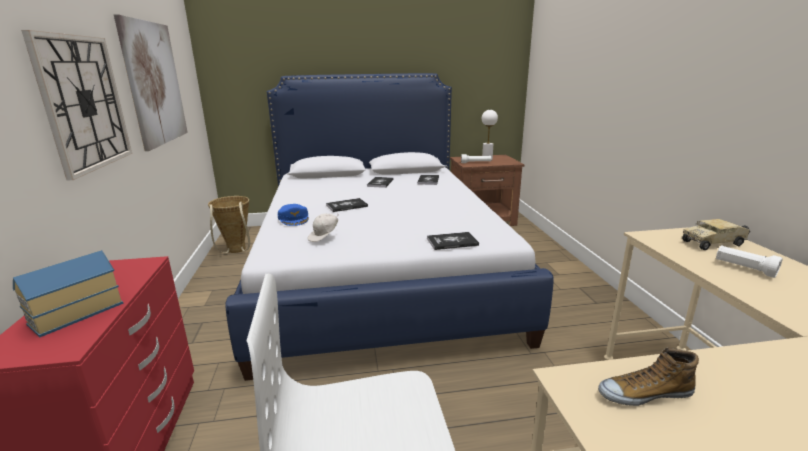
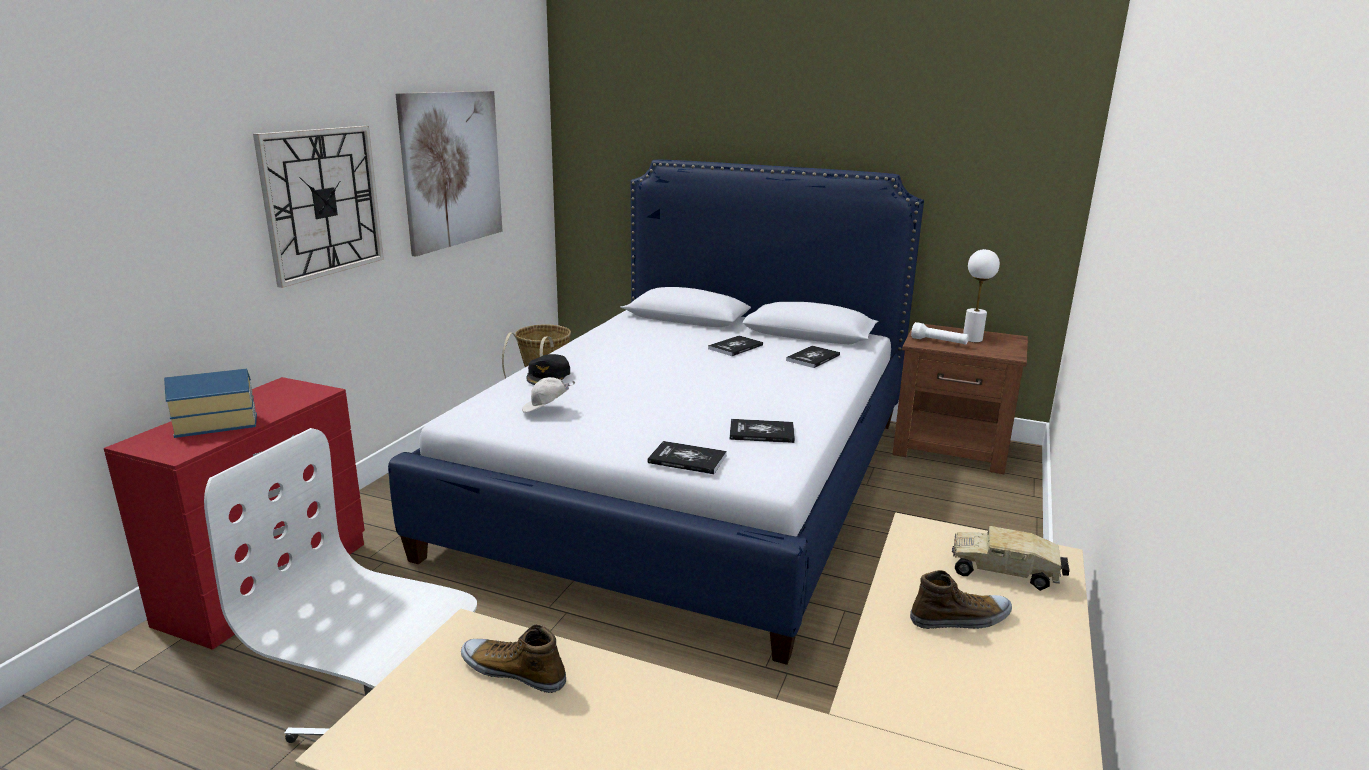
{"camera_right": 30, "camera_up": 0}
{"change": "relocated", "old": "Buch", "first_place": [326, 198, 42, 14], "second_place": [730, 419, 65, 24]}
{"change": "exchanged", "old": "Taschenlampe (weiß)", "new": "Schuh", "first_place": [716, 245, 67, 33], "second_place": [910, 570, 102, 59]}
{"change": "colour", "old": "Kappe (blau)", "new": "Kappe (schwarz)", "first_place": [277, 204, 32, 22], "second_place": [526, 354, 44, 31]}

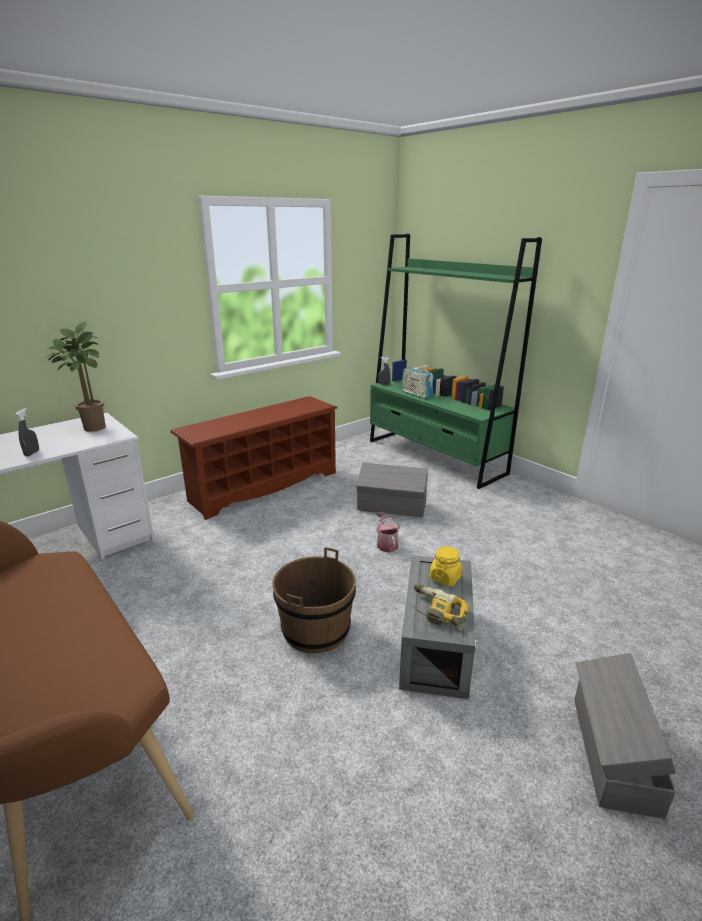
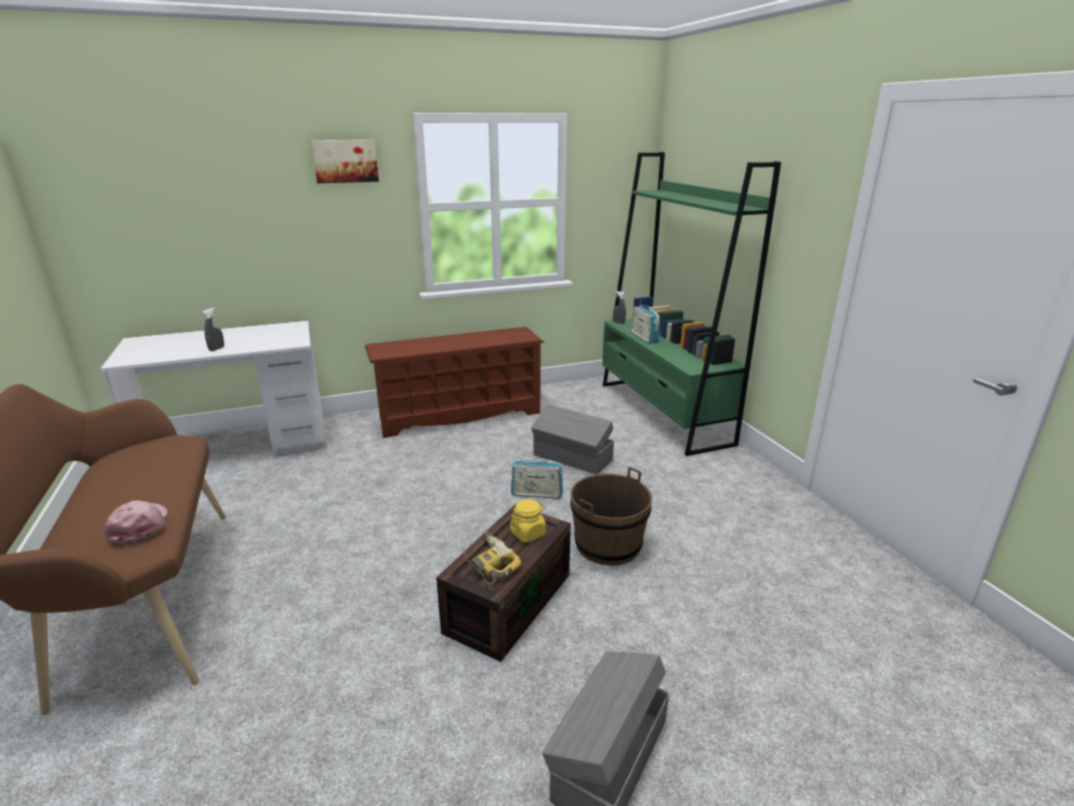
{"camera_right": 20, "camera_up": 0}
{"change": "missing", "old": "Topfpflanze", "first_place": [44, 322, 62, 110]}
{"change": "appeared", "new": "Kappe (rosa)", "second_place": [104, 500, 63, 44]}
{"change": "appeared", "new": "Bild", "second_place": [311, 140, 68, 43]}
{"change": "relocated", "old": "Eimer (braun)", "first_place": [272, 547, 84, 106], "second_place": [570, 467, 82, 99]}
{"change": "exchanged", "old": "Gießkanne", "new": "Radio", "first_place": [376, 512, 24, 40], "second_place": [511, 456, 52, 43]}
{"change": "colour", "old": "Aufbewahrungsbox (grau)", "new": "Aufbewahrungsbox (braun)", "first_place": [399, 555, 76, 144], "second_place": [436, 505, 135, 157]}

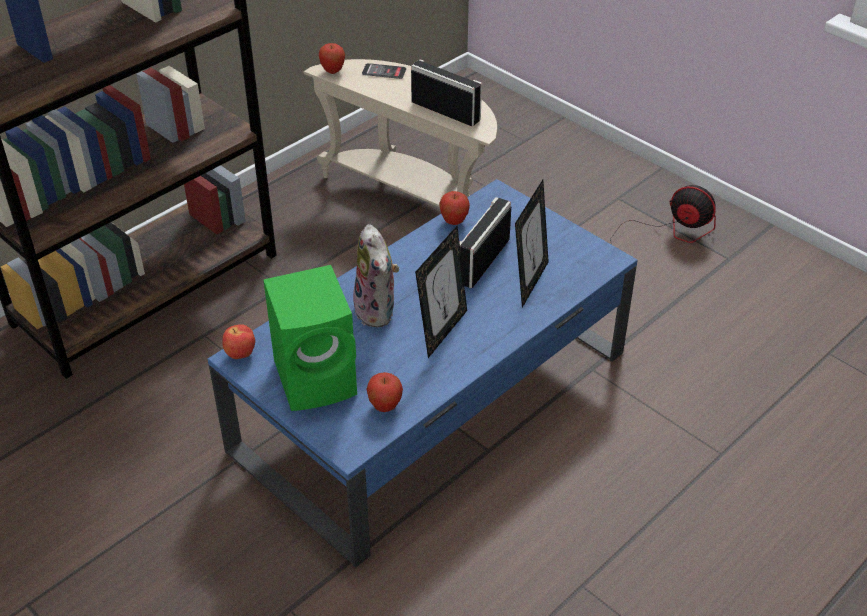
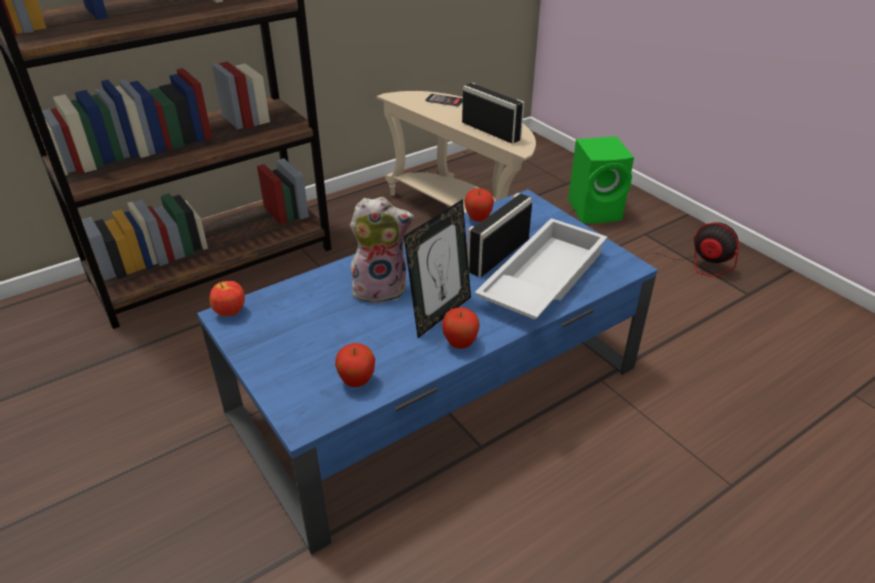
{"camera_right": 10, "camera_up": -5}
{"change": "relocated", "old": "Lautsprecher (grün)", "first_place": [263, 265, 94, 146], "second_place": [568, 136, 66, 87]}
{"change": "relocated", "old": "Apfel", "first_place": [319, 43, 26, 31], "second_place": [442, 307, 38, 42]}
{"change": "exchanged", "old": "Bilderrahmen", "new": "Tablett (weiß)", "first_place": [515, 180, 34, 128], "second_place": [475, 218, 132, 102]}
{"change": "spun", "old": "Plüschtier", "first_place": [353, 224, 46, 104], "second_place": [350, 197, 64, 107], "degrees": -90}

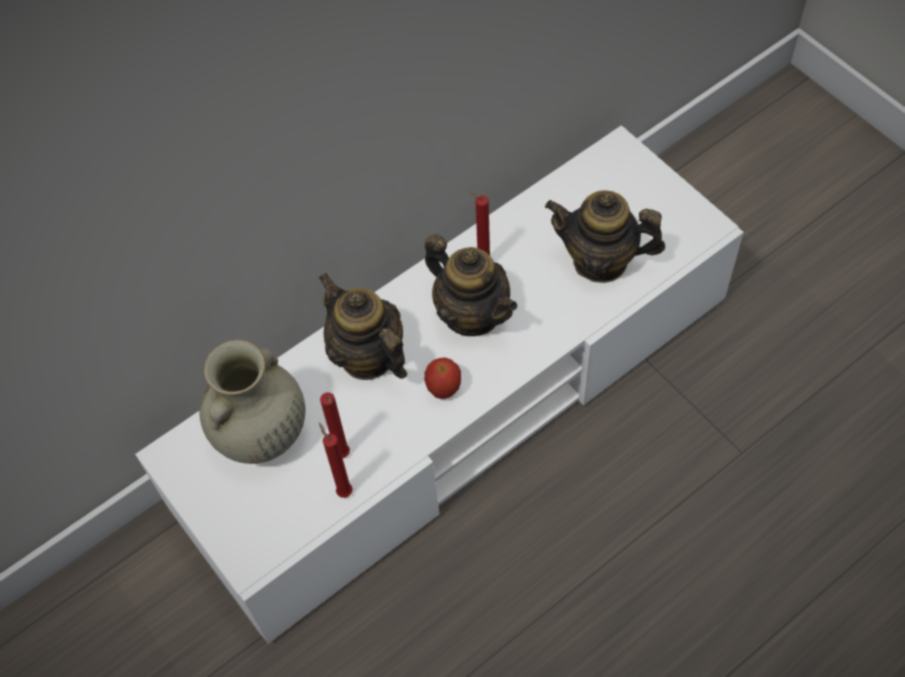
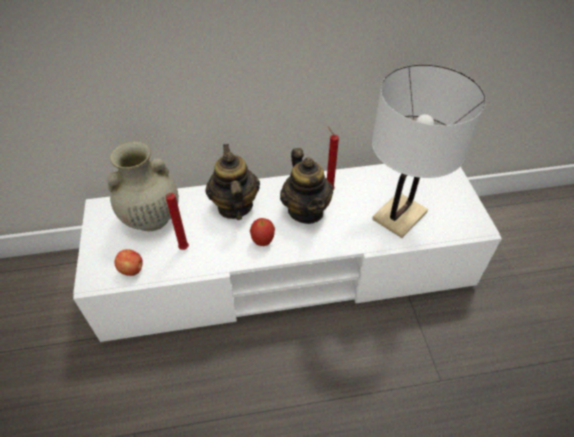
{"camera_right": 25, "camera_up": -10}
{"change": "missing", "old": "Kerze (rot)", "first_place": [319, 423, 34, 75]}
{"change": "appeared", "new": "Apfel", "second_place": [114, 249, 29, 27]}
{"change": "exchanged", "old": "Teekanne", "new": "Tischlampe (weiß)", "first_place": [545, 190, 120, 93], "second_place": [372, 64, 114, 174]}

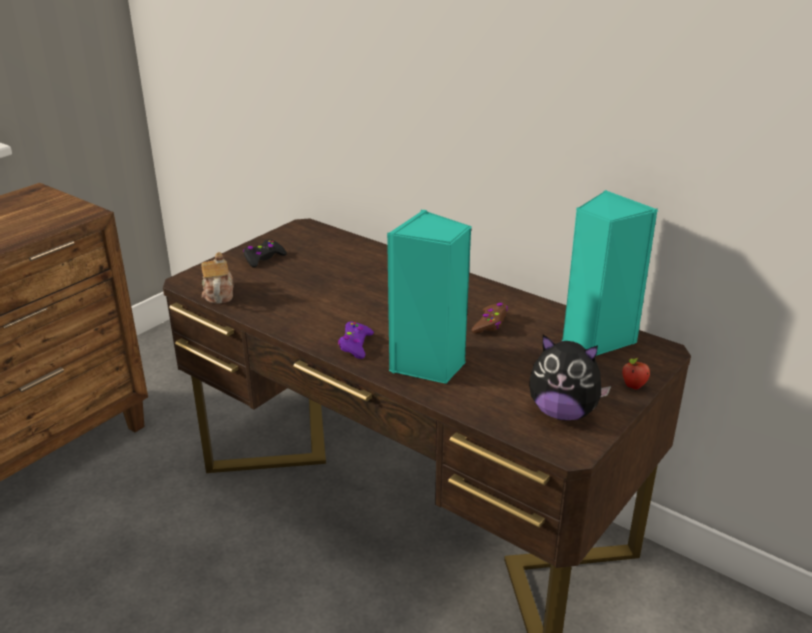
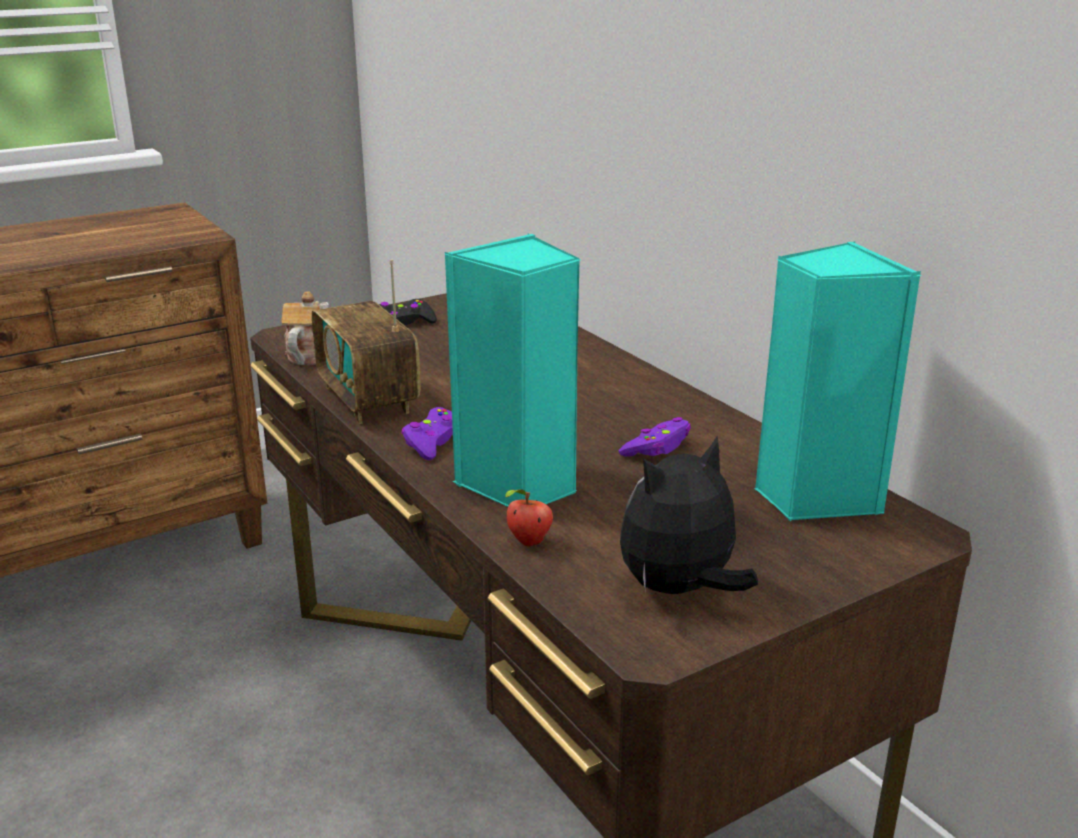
{"camera_right": 20, "camera_up": -5}
{"change": "appeared", "new": "Radio", "second_place": [312, 260, 109, 164]}
{"change": "relocated", "old": "Apfel", "first_place": [622, 358, 28, 32], "second_place": [505, 489, 48, 58]}
{"change": "colour", "old": "Gamepad (braun)", "new": "Gamepad (lila)", "first_place": [472, 303, 36, 30], "second_place": [619, 417, 72, 40]}
{"change": "spun", "old": "Plüschtier", "first_place": [529, 334, 82, 86], "second_place": [620, 435, 138, 159], "degrees": 105}

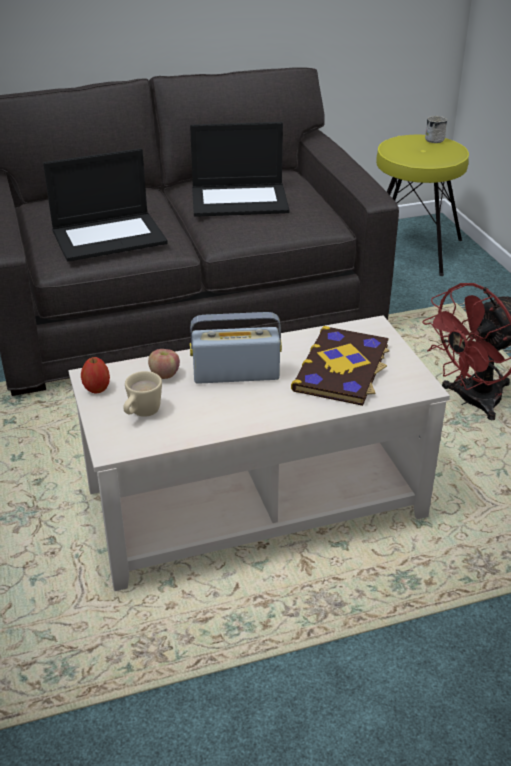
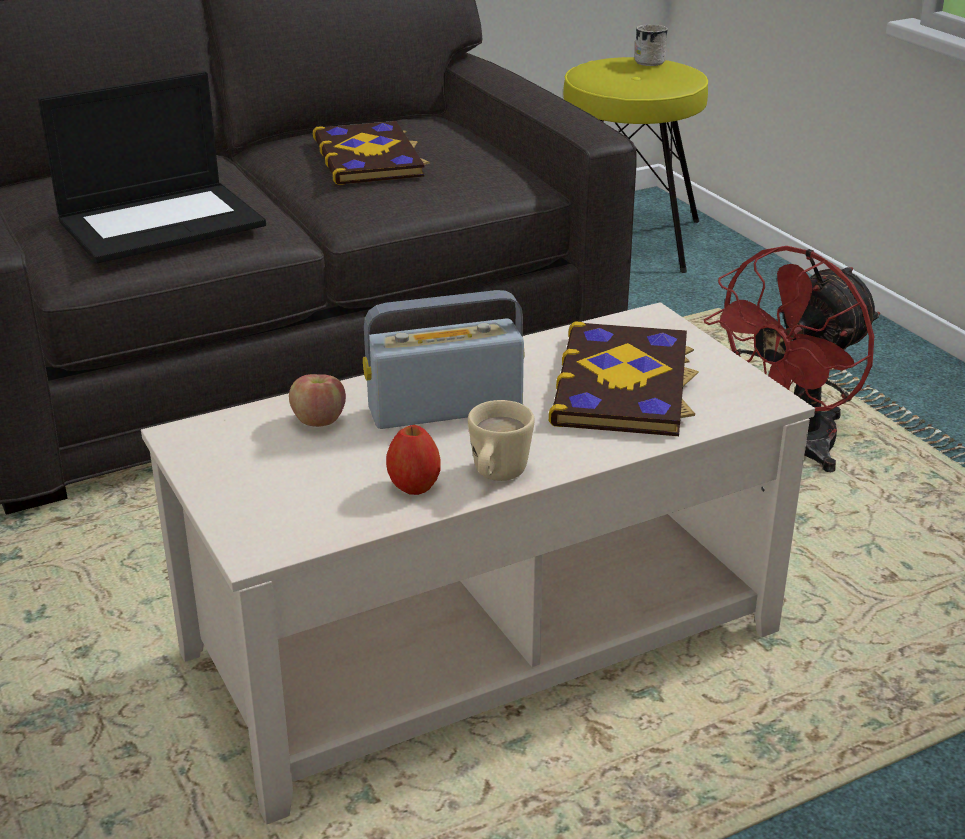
{"camera_right": -10, "camera_up": -5}
{"change": "relocated", "old": "Apfel", "first_place": [81, 357, 29, 37], "second_place": [386, 425, 55, 70]}
{"change": "relocated", "old": "Henkelbecher (beige)", "first_place": [123, 371, 39, 46], "second_place": [468, 400, 67, 81]}
{"change": "exchanged", "old": "Laptop", "new": "Buch", "first_place": [190, 122, 100, 95], "second_place": [313, 121, 117, 64]}

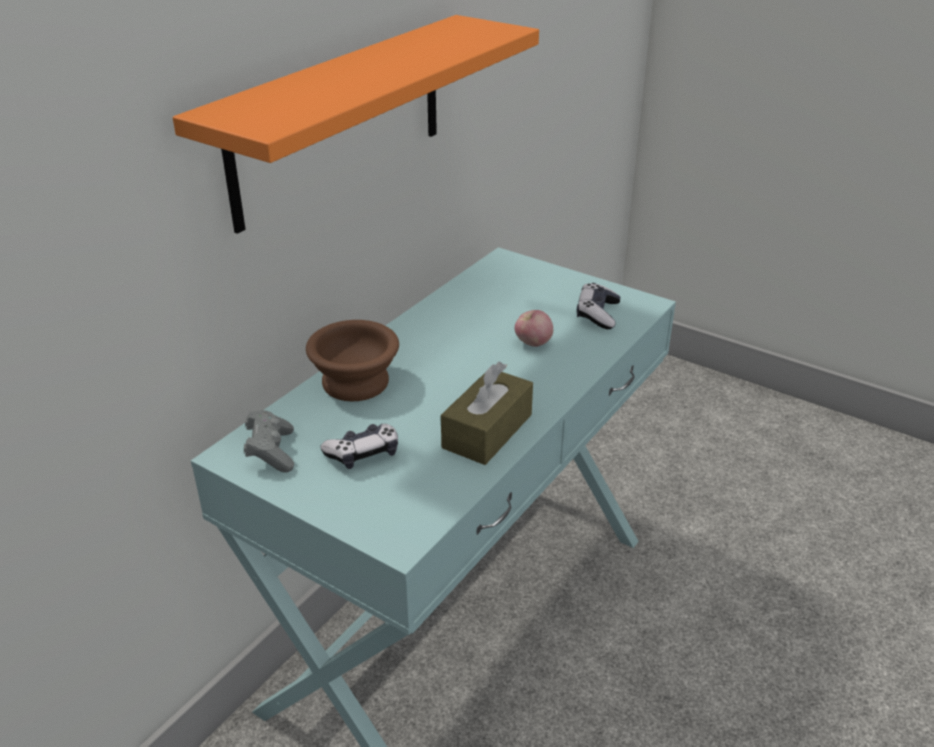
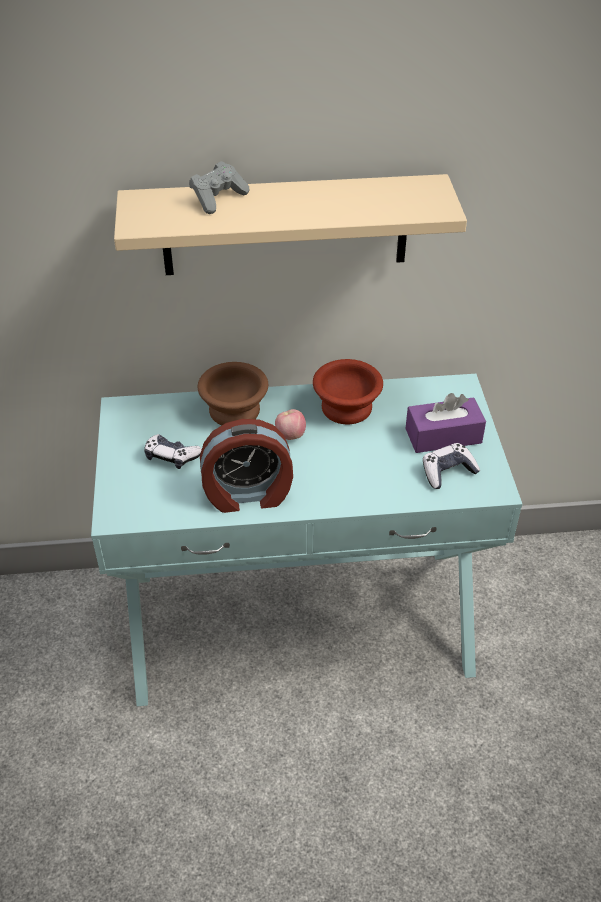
{"camera_right": 50, "camera_up": 10}
{"change": "appeared", "new": "Schüssel (braun)", "second_place": [313, 359, 70, 65]}
{"change": "appeared", "new": "Taschentuchbox (lila)", "second_place": [405, 393, 81, 60]}
{"change": "relocated", "old": "Gamepad (grau)", "first_place": [244, 410, 50, 63], "second_place": [189, 161, 60, 53]}
{"change": "relocated", "old": "Apfel", "first_place": [515, 310, 38, 37], "second_place": [275, 409, 31, 31]}
{"change": "exchanged", "old": "Taschentuchbox (braun)", "new": "Wecker", "first_place": [441, 361, 92, 104], "second_place": [200, 419, 93, 94]}
{"change": "colour", "old": "Wandregal (orange)", "new": "Wandregal (beige)", "first_place": [173, 15, 366, 219], "second_place": [114, 174, 353, 101]}

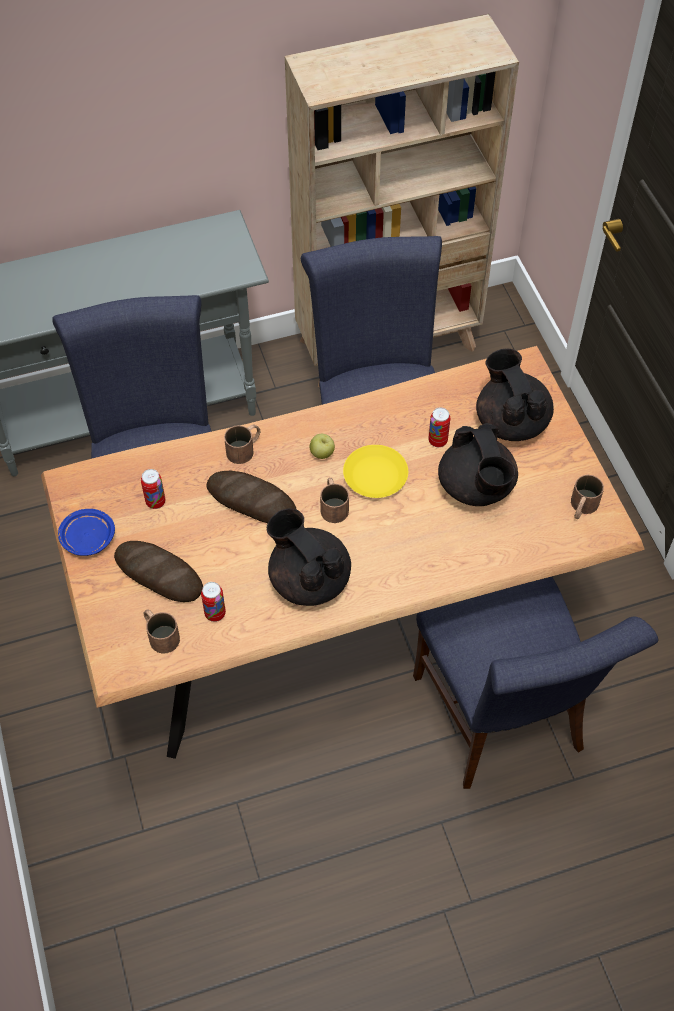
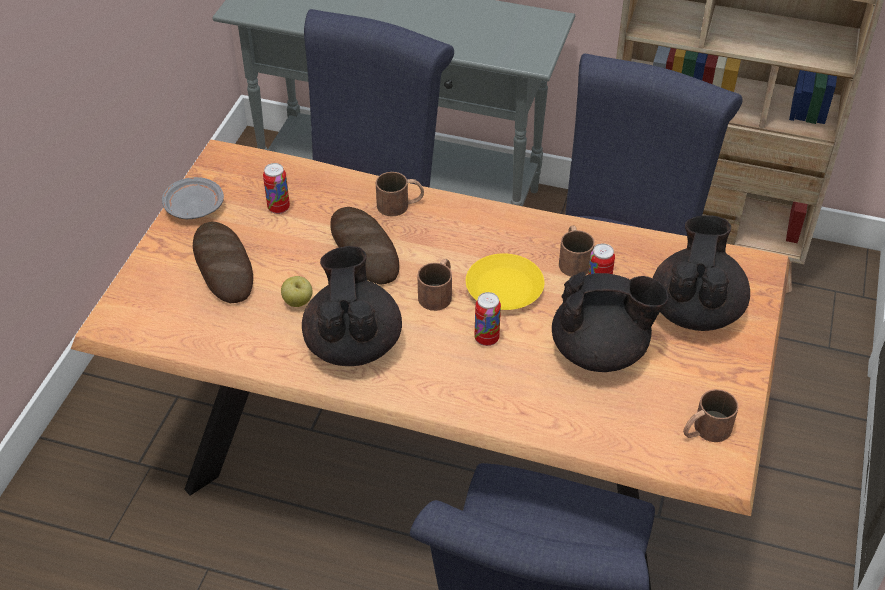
{"camera_right": 35, "camera_up": -10}
{"change": "relocated", "old": "Henkelbecher (braun)", "first_place": [144, 610, 36, 44], "second_place": [559, 225, 36, 52]}
{"change": "relocated", "old": "Dose", "first_place": [201, 582, 25, 40], "second_place": [474, 292, 27, 54]}
{"change": "relocated", "old": "Apfel", "first_place": [310, 434, 25, 25], "second_place": [281, 276, 32, 31]}
{"change": "colour", "old": "Teller (blau)", "new": "Teller (grau)", "first_place": [58, 509, 57, 47], "second_place": [162, 177, 62, 42]}
{"change": "spun", "old": "Teekanne (schwarz)", "first_place": [438, 423, 80, 83], "second_place": [552, 272, 116, 100], "degrees": -105}

